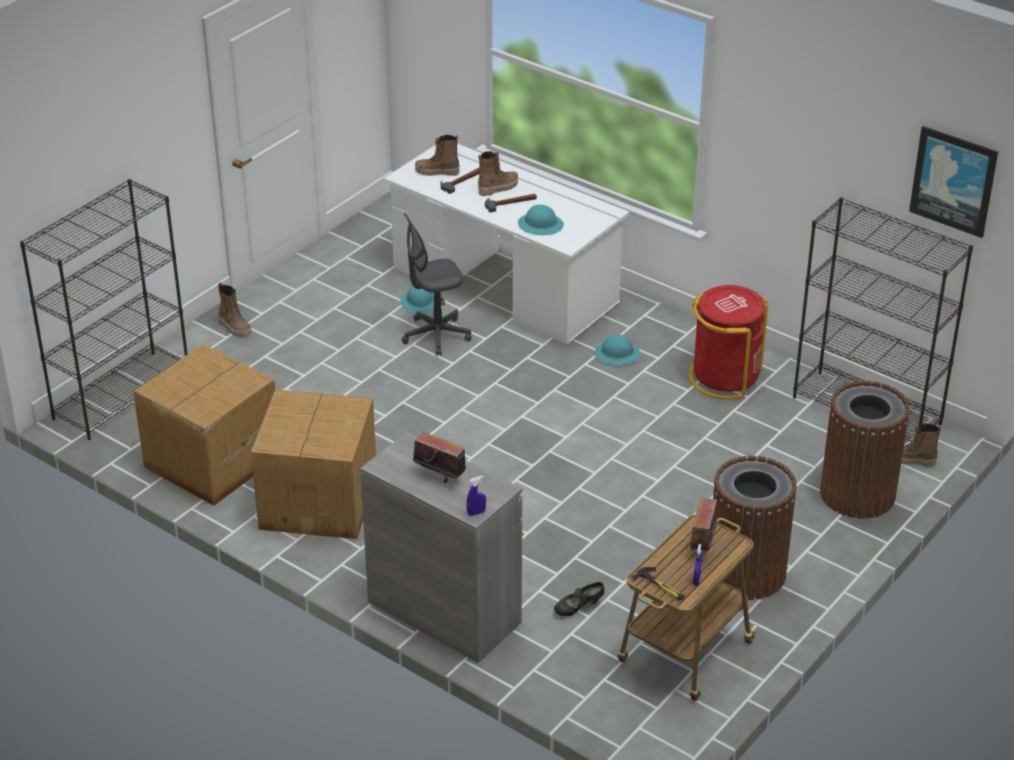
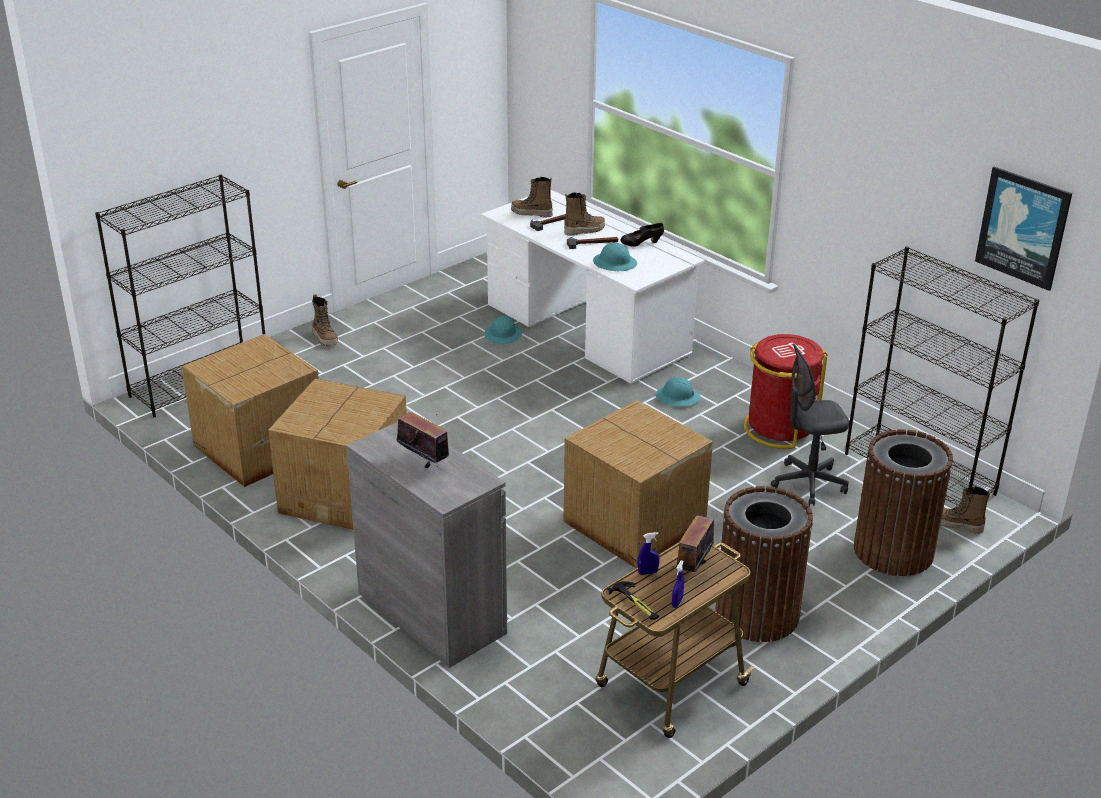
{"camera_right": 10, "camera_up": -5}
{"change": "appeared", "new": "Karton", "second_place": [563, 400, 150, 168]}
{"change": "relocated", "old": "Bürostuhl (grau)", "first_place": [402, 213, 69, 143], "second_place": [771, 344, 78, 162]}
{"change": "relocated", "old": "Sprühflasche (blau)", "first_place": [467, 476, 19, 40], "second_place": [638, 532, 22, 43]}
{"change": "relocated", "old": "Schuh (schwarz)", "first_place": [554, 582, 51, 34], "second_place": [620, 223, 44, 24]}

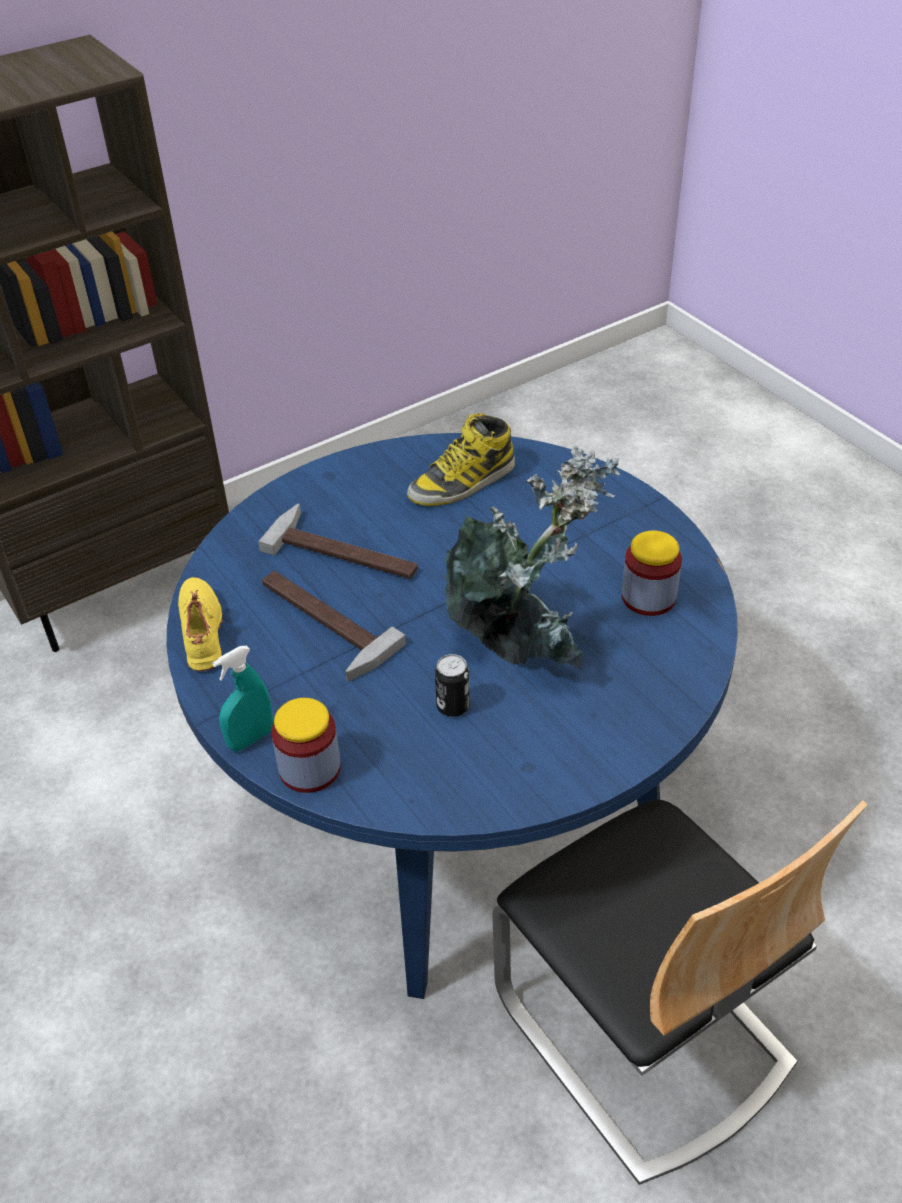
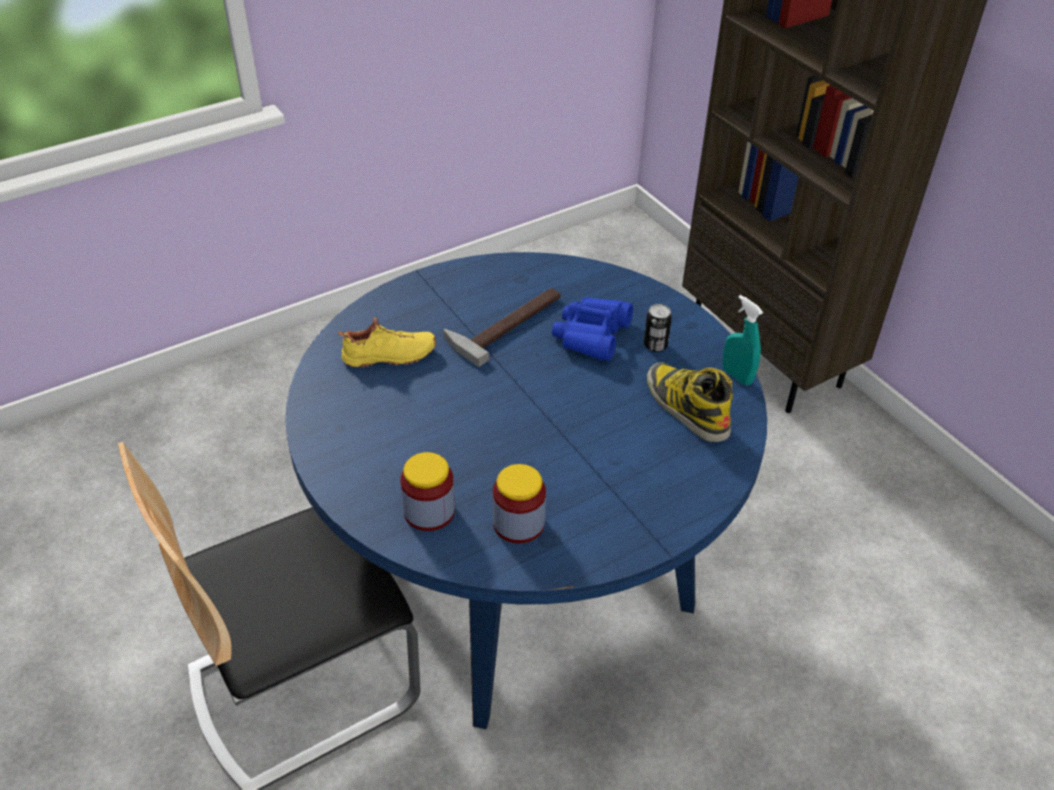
{"camera_right": 90, "camera_up": 0}
{"change": "missing", "old": "Topfpflanze", "first_place": [445, 446, 175, 223]}
{"change": "relocated", "old": "Schuh (gelb)", "first_place": [178, 577, 45, 94], "second_place": [338, 317, 98, 51]}
{"change": "relocated", "old": "Sprühflasche (türkis)", "first_place": [212, 646, 61, 105], "second_place": [722, 295, 41, 90]}
{"change": "relocated", "old": "Vorratsglas", "first_place": [271, 698, 70, 95], "second_place": [400, 452, 55, 79]}
{"change": "relocated", "old": "Dose", "first_place": [435, 654, 35, 63], "second_place": [644, 304, 28, 48]}
{"change": "exchanged", "old": "Hammer", "new": "Fernglas (blau)", "first_place": [258, 503, 160, 76], "second_place": [552, 297, 81, 64]}

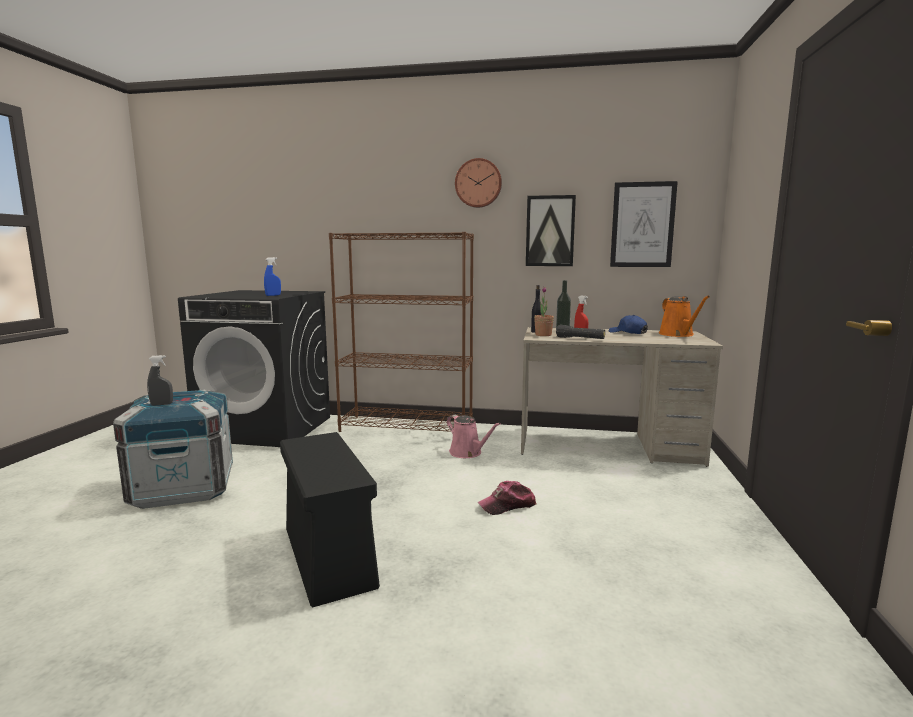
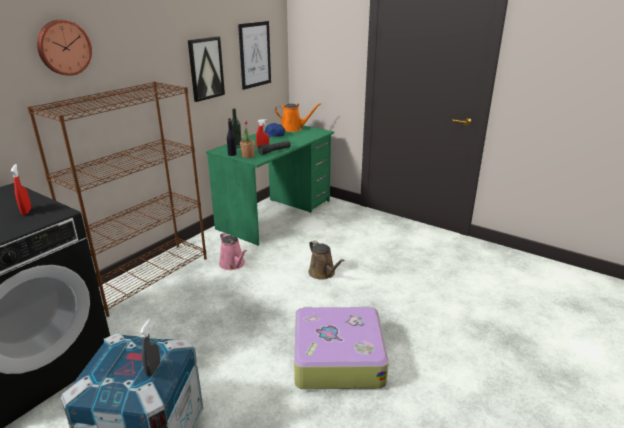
{"camera_right": -65, "camera_up": 15}
{"change": "relocated", "old": "Wanduhr", "first_place": [455, 158, 47, 50], "second_place": [37, 20, 55, 56]}
{"change": "exchanged", "old": "Aufbewahrungsbox (schwarz)", "new": "Koffer", "first_place": [280, 432, 100, 175], "second_place": [294, 306, 95, 83]}
{"change": "exchanged", "old": "Kappe", "new": "Gießkanne (braun)", "first_place": [477, 481, 59, 34], "second_place": [309, 240, 36, 40]}
{"change": "colour", "old": "Sprühflasche (blau)", "new": "Sprühflasche (rot)", "first_place": [264, 257, 17, 39], "second_place": [11, 164, 20, 51]}
{"change": "colour", "old": "Schreibtisch (beige)", "new": "Schreibtisch (grün)", "first_place": [521, 327, 202, 140], "second_place": [206, 124, 128, 122]}
{"change": "spun", "old": "Gießkanne (rosa)", "first_place": [447, 415, 54, 43], "second_place": [219, 233, 28, 37], "degrees": 75}

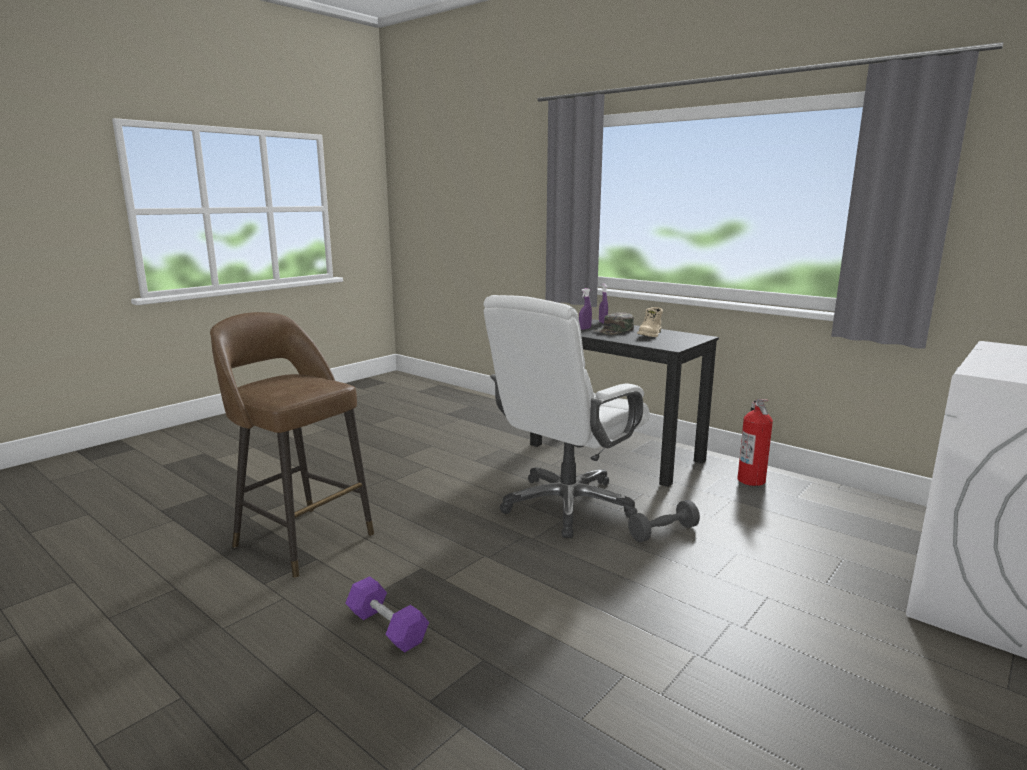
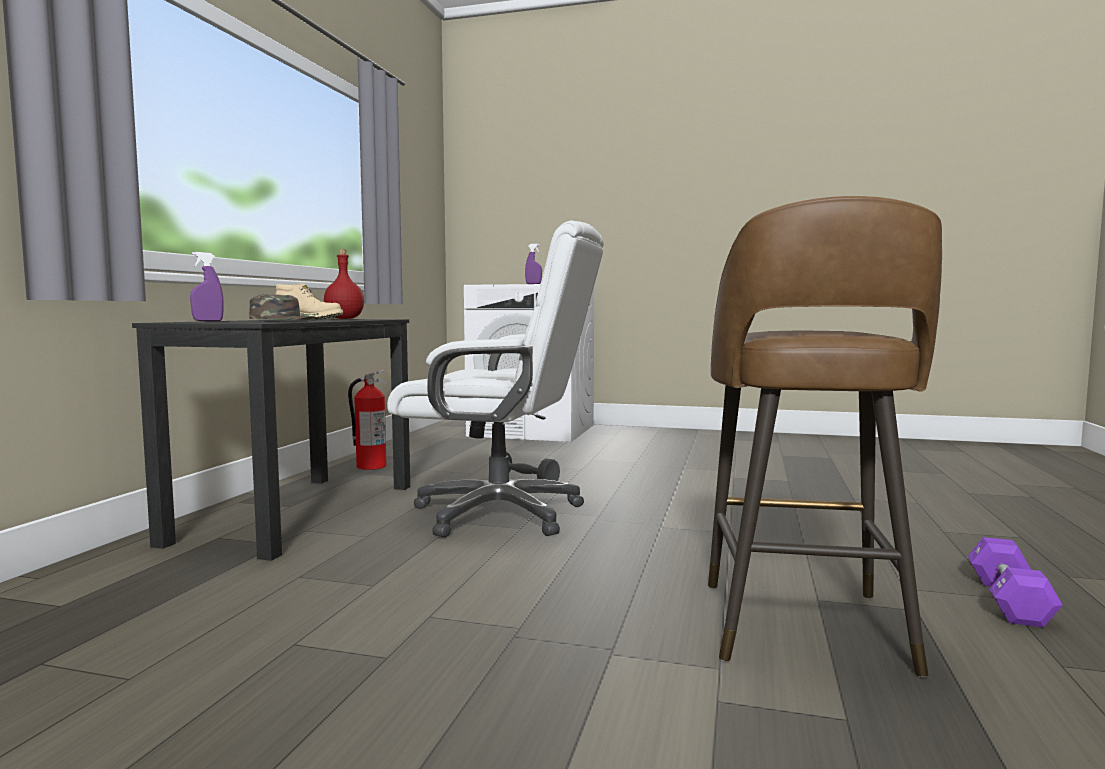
{"camera_right": -115, "camera_up": -10}
{"change": "appeared", "new": "Flasche (rot)", "second_place": [324, 249, 40, 70]}
{"change": "relocated", "old": "Hantel (lila)", "first_place": [345, 576, 84, 77], "second_place": [967, 537, 96, 91]}
{"change": "relocated", "old": "Sprühflasche (lila)", "first_place": [579, 288, 13, 42], "second_place": [525, 243, 17, 41]}

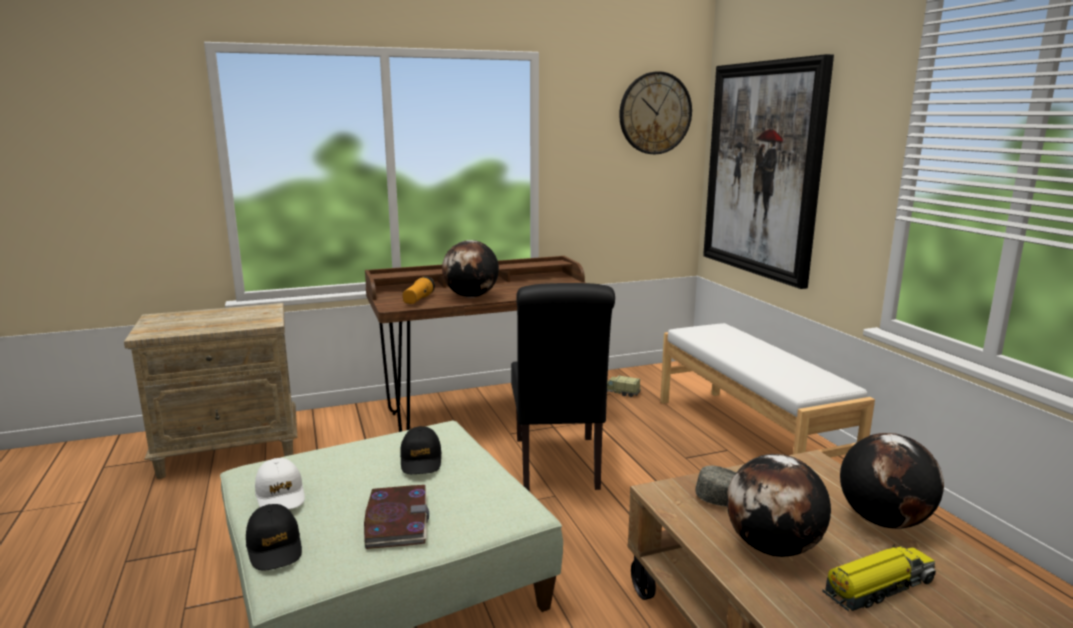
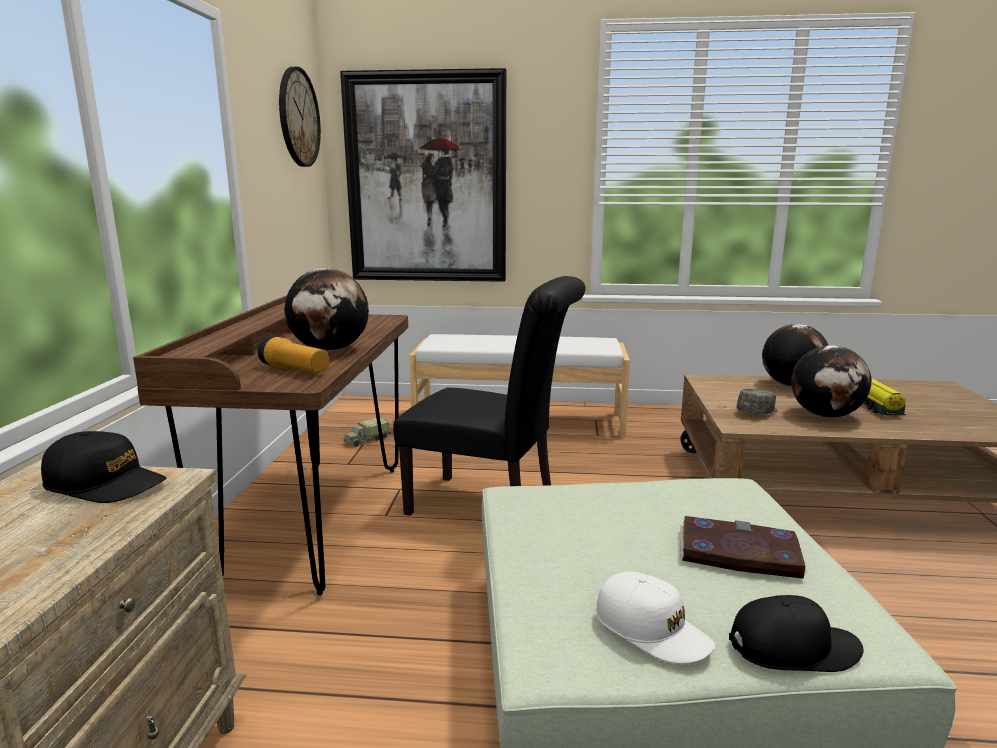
{"camera_right": -65, "camera_up": 0}
{"change": "relocated", "old": "Kappe (schwarz)", "first_place": [400, 426, 42, 48], "second_place": [41, 431, 126, 72]}
{"change": "spun", "old": "Kappe (weiß)", "first_place": [255, 458, 50, 52], "second_place": [596, 571, 119, 93], "degrees": 45}

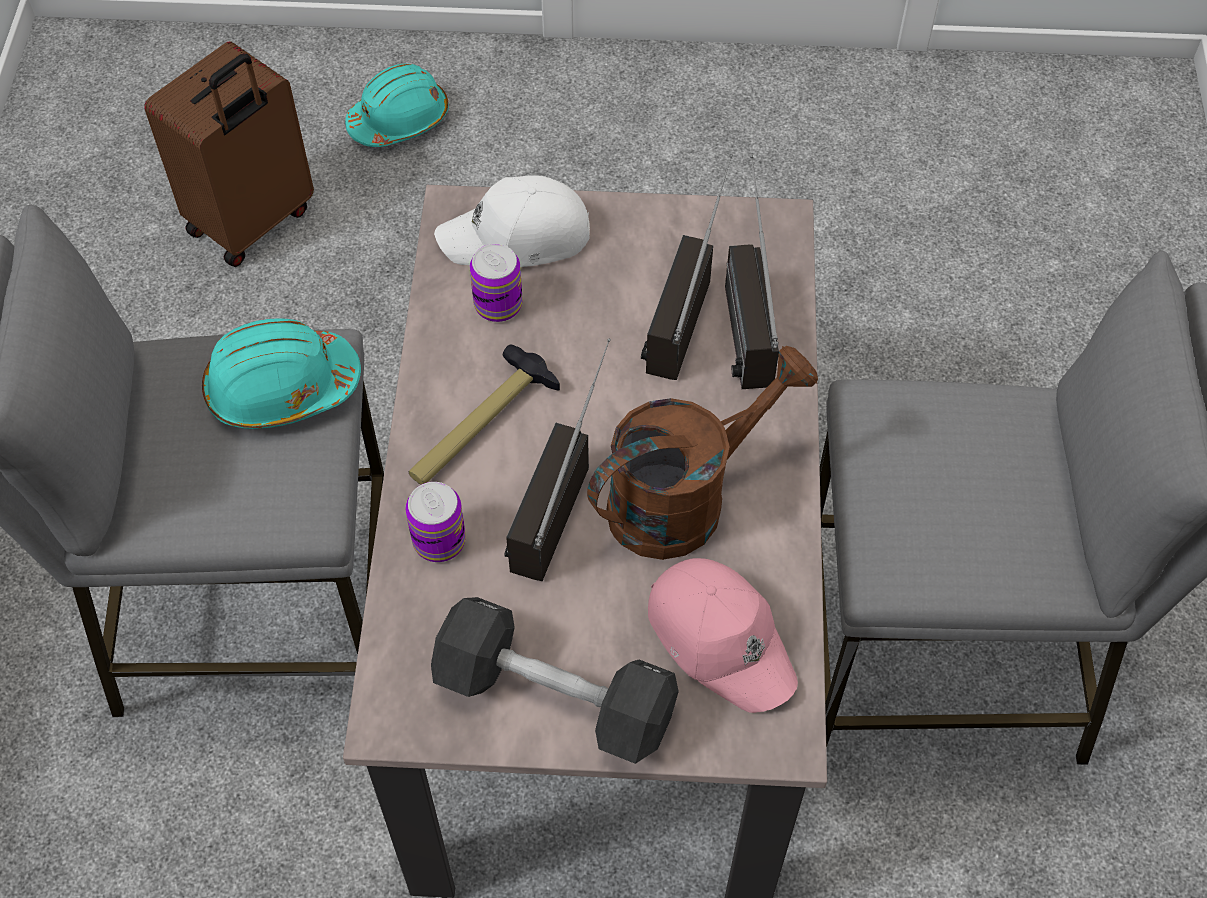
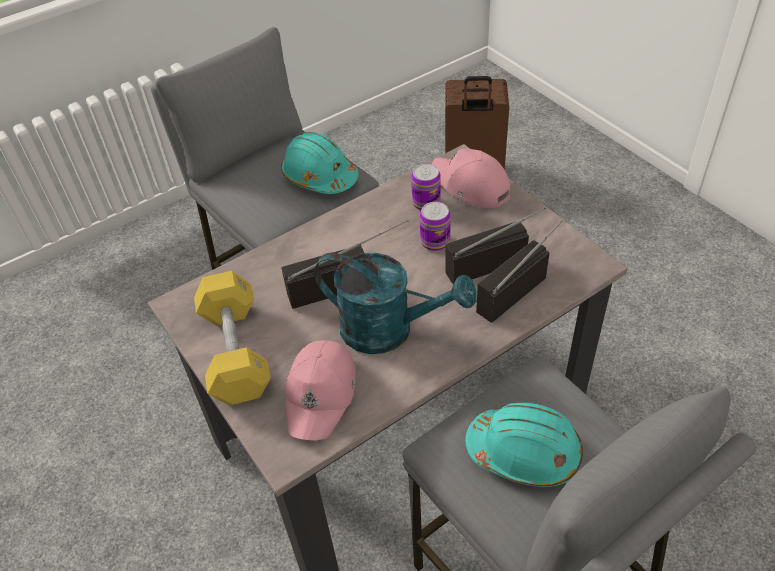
{"camera_right": 55, "camera_up": -10}
{"change": "missing", "old": "Hammer", "first_place": [409, 344, 151, 141]}
{"change": "relocated", "old": "Schutzhelm (türkis)", "first_place": [345, 63, 104, 84], "second_place": [465, 403, 118, 84]}
{"change": "relocated", "old": "Dose", "first_place": [405, 482, 61, 80], "second_place": [420, 202, 31, 49]}
{"change": "colour", "old": "Hantel (schwarz)", "new": "Hantel (gelb)", "first_place": [431, 597, 248, 167], "second_place": [194, 271, 77, 134]}
{"change": "colour", "old": "Kappe (weiß)", "new": "Kappe (rosa)", "first_place": [434, 175, 156, 92], "second_place": [432, 148, 79, 60]}
{"change": "colour", "old": "Gießkanne (braun)", "new": "Gießkanne (türkis)", "first_place": [587, 346, 231, 214], "second_place": [314, 253, 163, 101]}

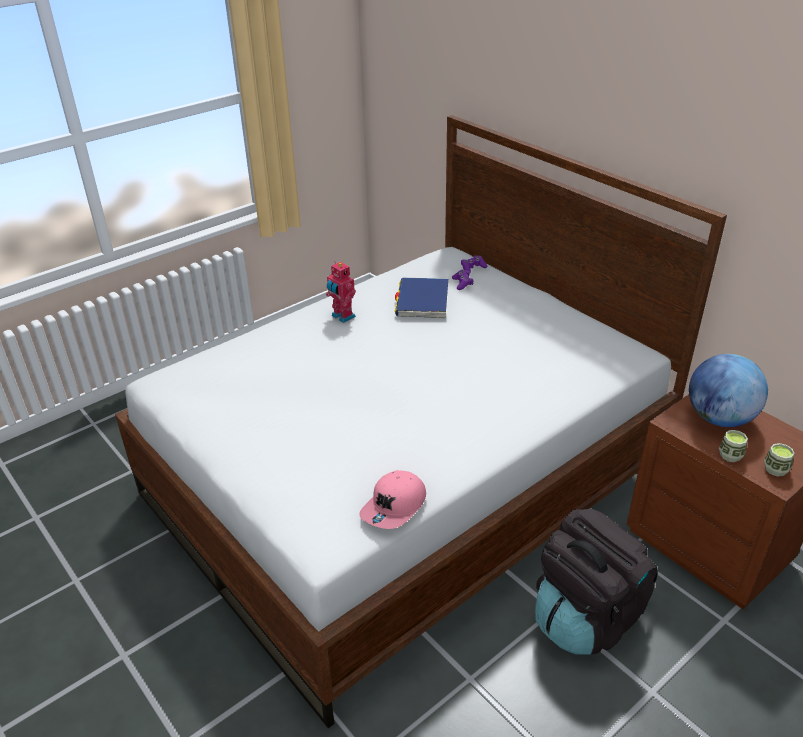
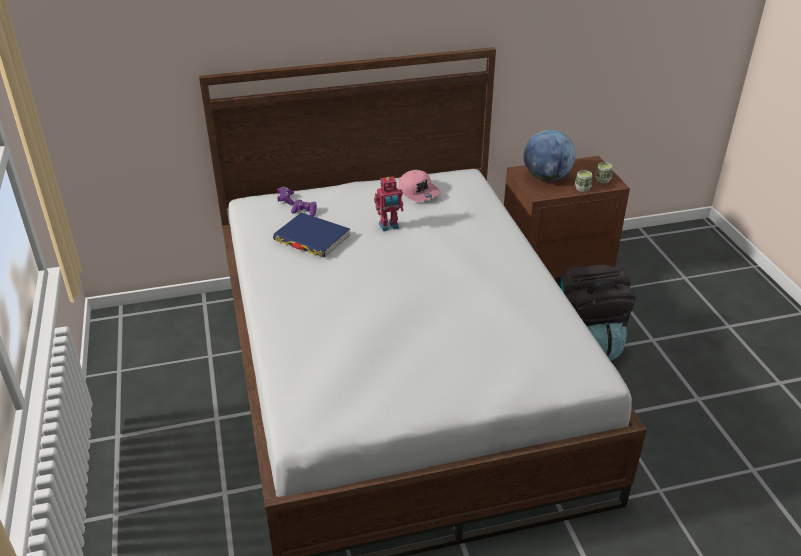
{"camera_right": -65, "camera_up": 0}
{"change": "relocated", "old": "Spielzeugroboter", "first_place": [326, 261, 30, 62], "second_place": [374, 176, 30, 55]}
{"change": "relocated", "old": "Kappe (rosa)", "first_place": [359, 470, 67, 59], "second_place": [398, 170, 43, 32]}

